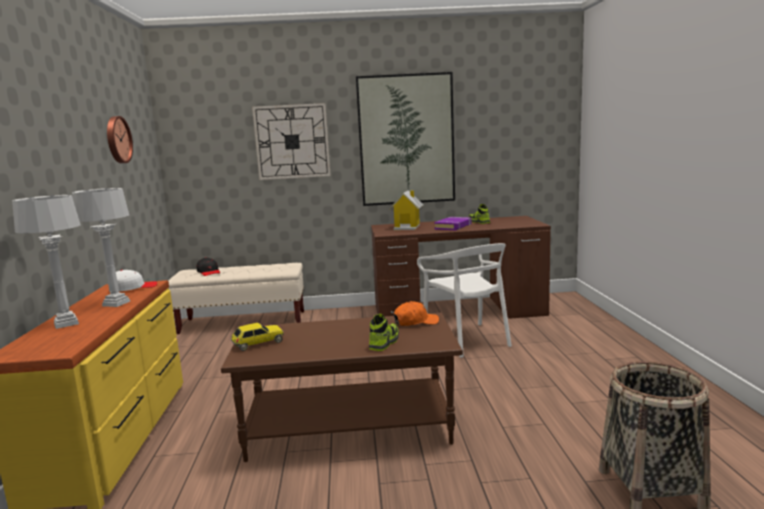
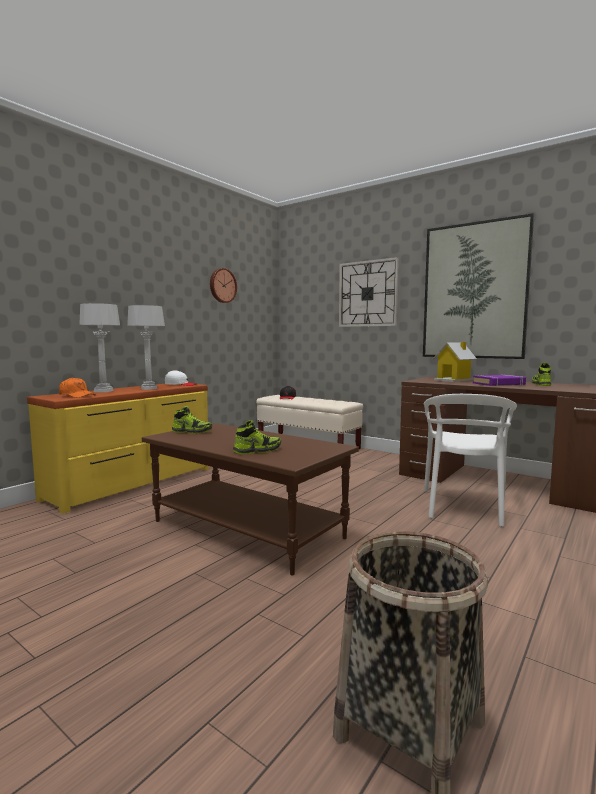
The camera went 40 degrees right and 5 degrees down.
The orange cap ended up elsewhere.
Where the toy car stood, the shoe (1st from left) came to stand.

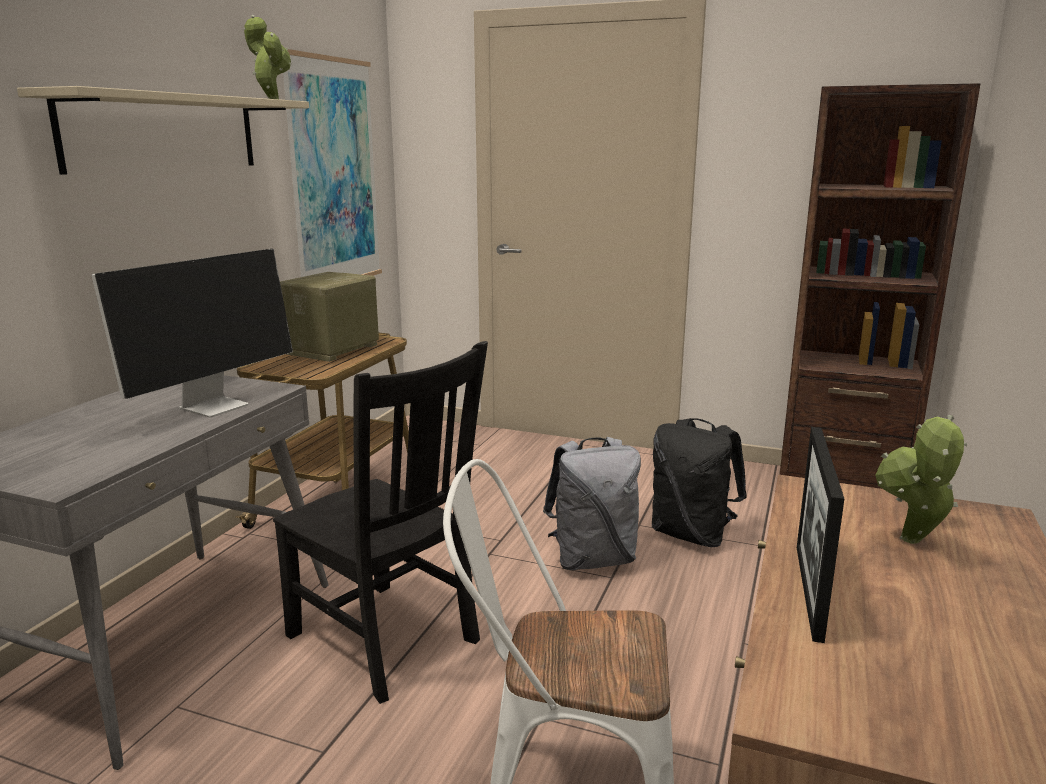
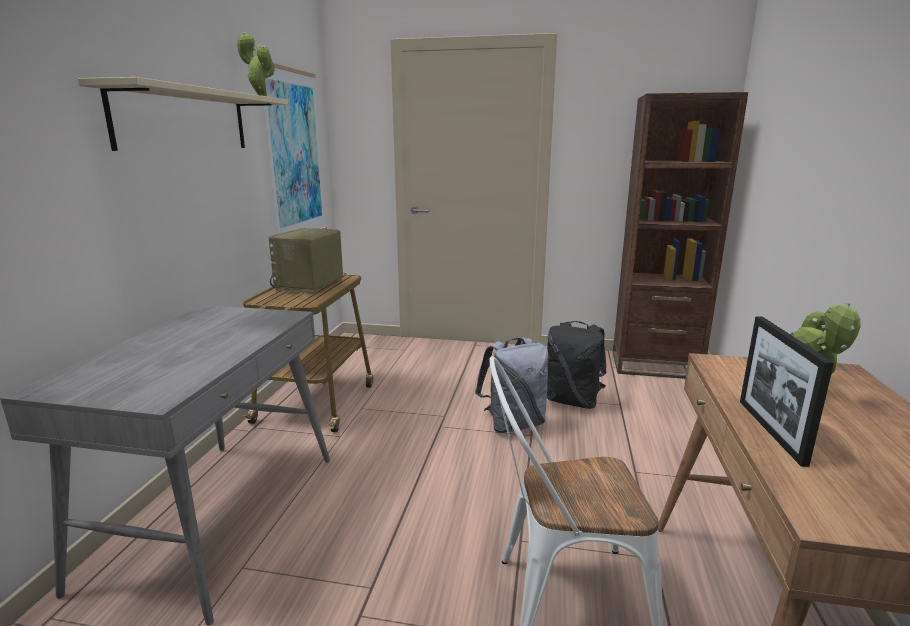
The camera went 10 degrees left and 0 degrees up.
The second view lost the monitor.
The second view lost the black chair.

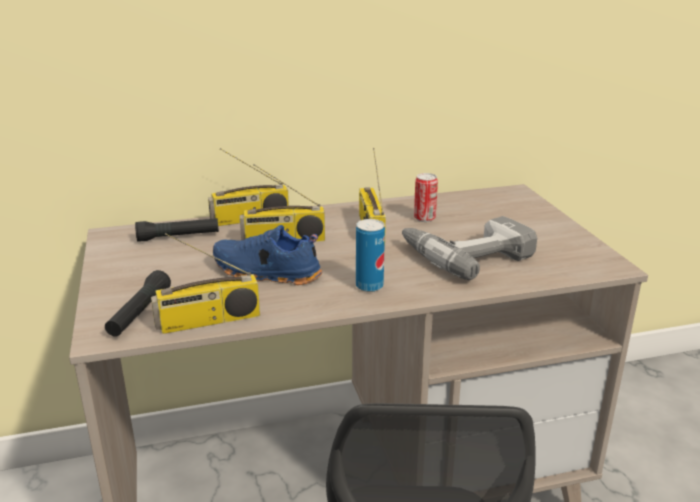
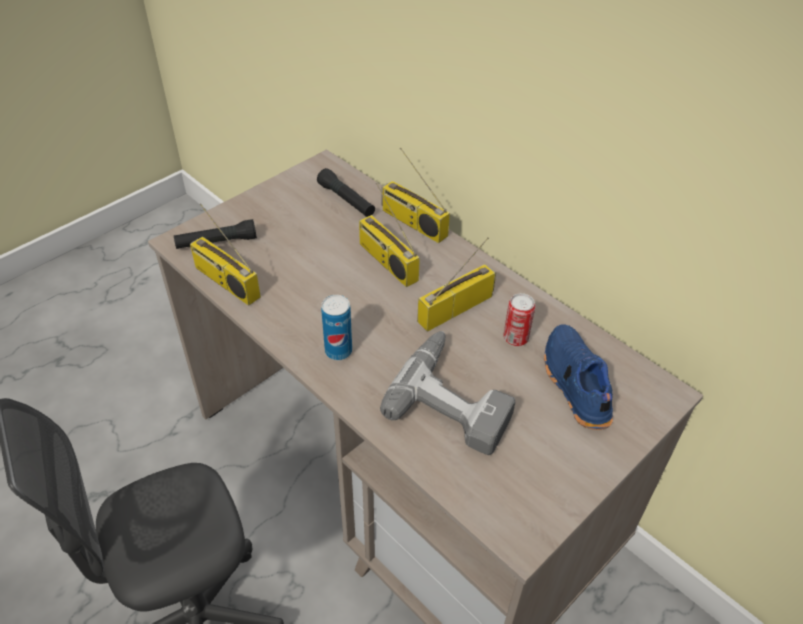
The camera went 60 degrees right and 20 degrees up.
The blue shoe ended up elsewhere.

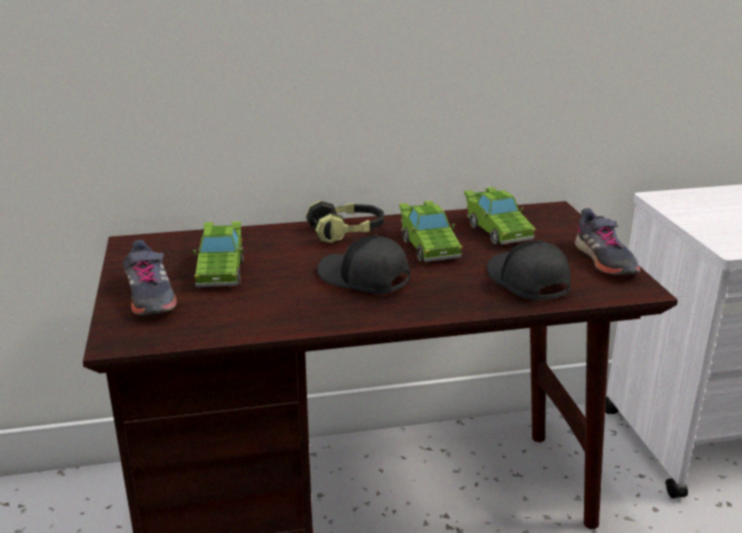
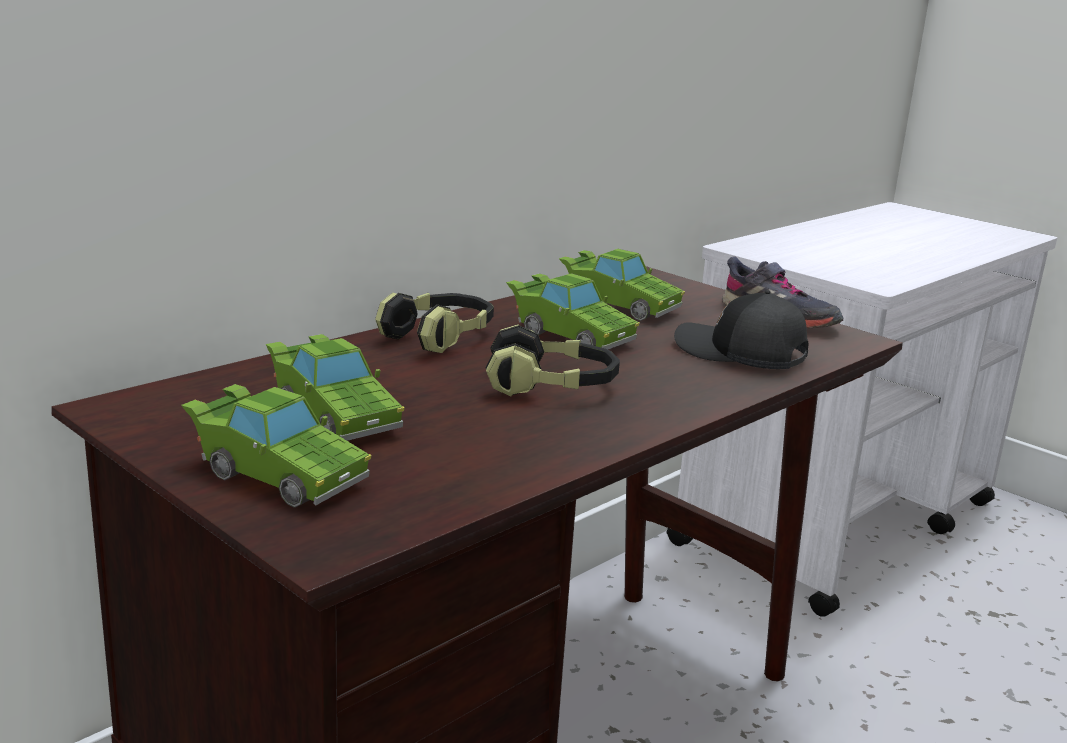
The camera went 35 degrees left and 5 degrees down.
Where the grey shoe (1st from left) stood, the green toy car (1st from left) came to stand.
Where the black cap (1st from left) stood, the headphones (2nd from left) came to stand.

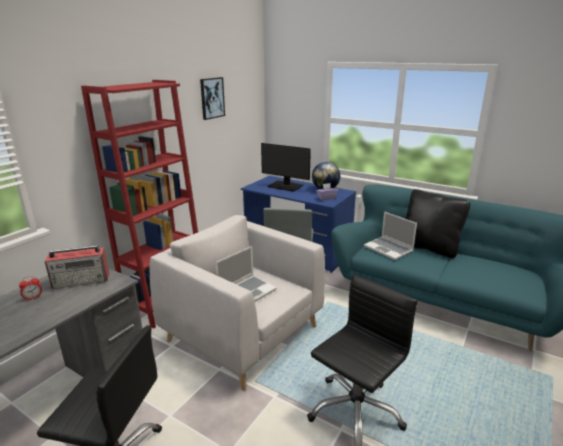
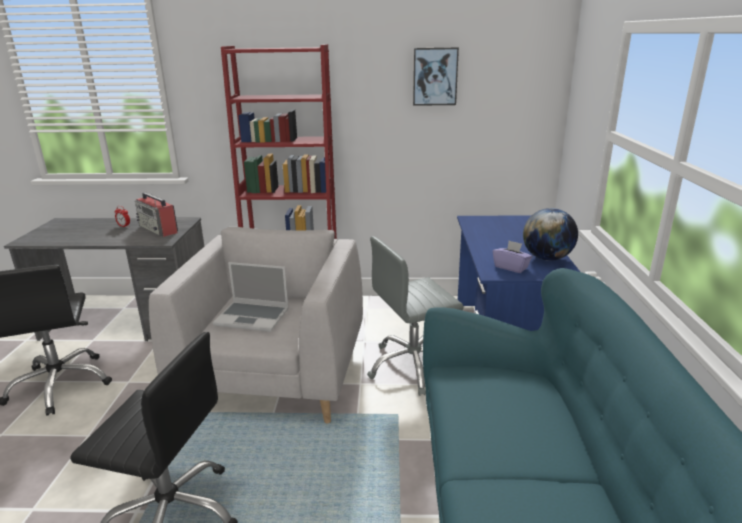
The camera went 60 degrees right and 0 degrees up.
The second view lost the monitor.
The second view lost the laptop (2nd from left).
The second view lost the black pillow.

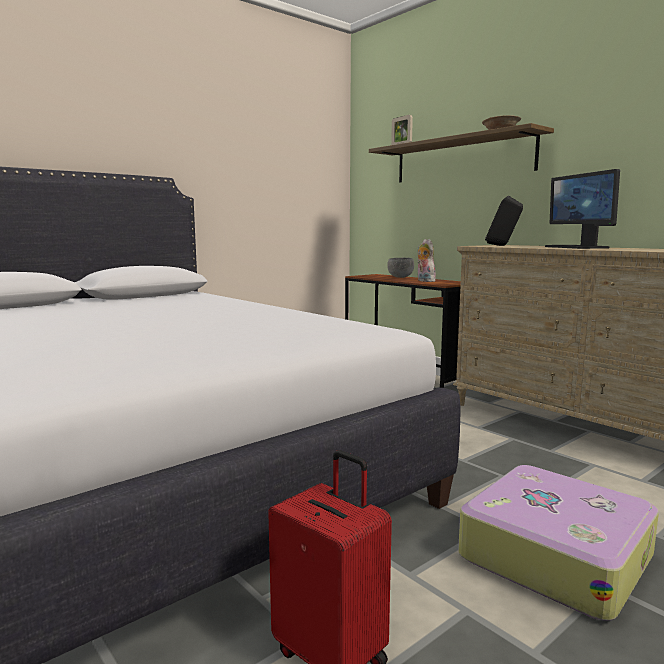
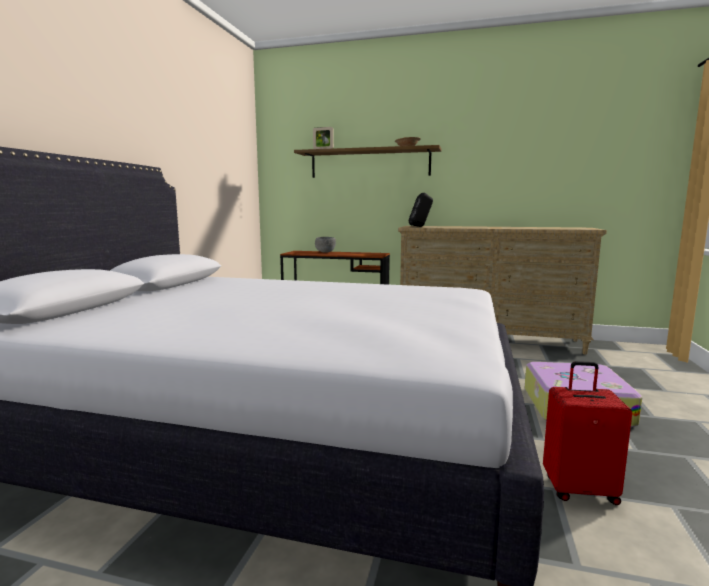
The camera went 35 degrees left and 0 degrees up.
The second view lost the plush toy.
The second view lost the monitor.

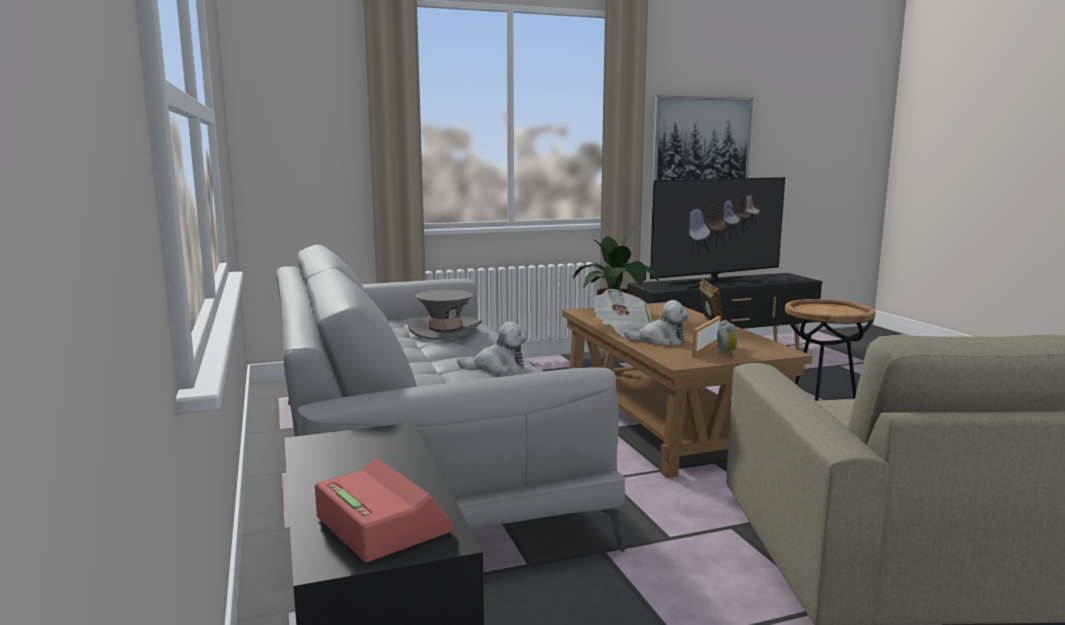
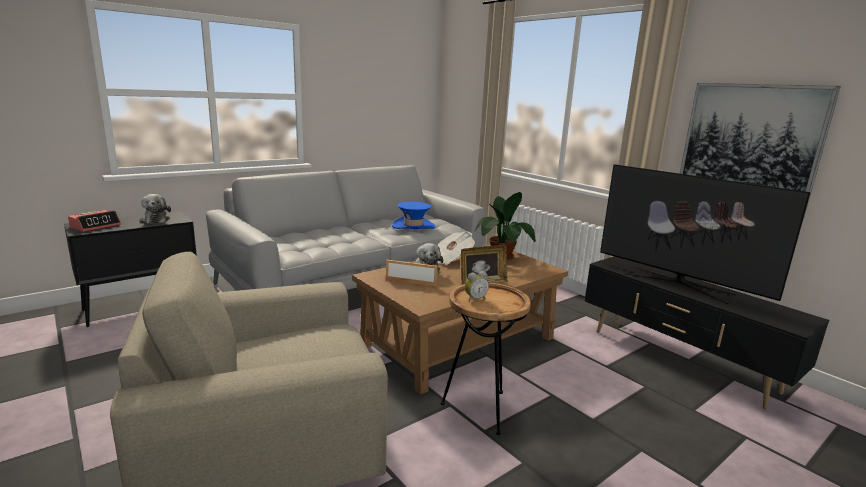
The camera went 70 degrees right and 5 degrees up.
The plush toy (1st from left) ended up elsewhere.
The alarm clock (2nd from left) ended up elsewhere.
What was the grey hat turned into the blue hat.

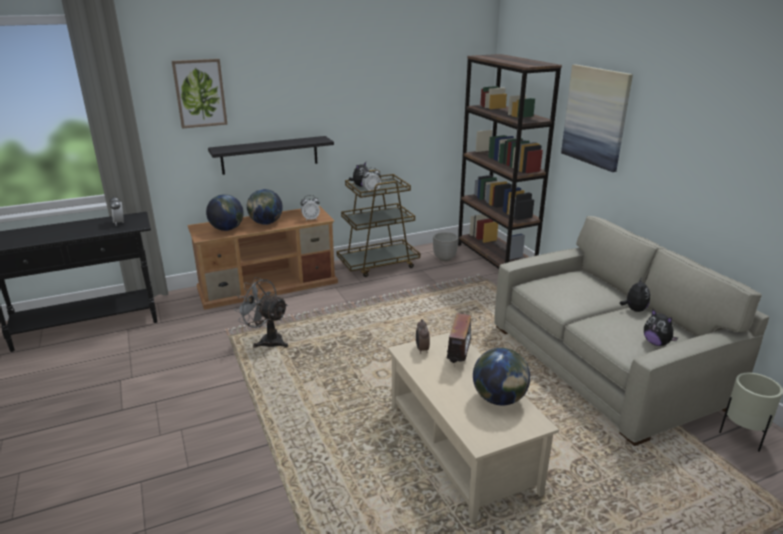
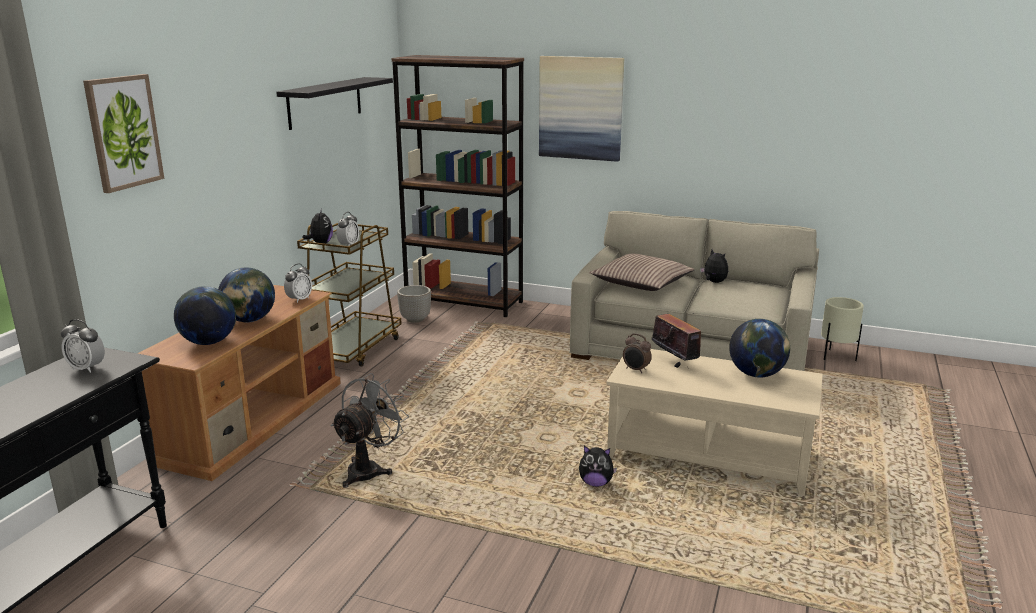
The camera went 45 degrees left and 5 degrees down.
The second view gained the pillow.
The black shelf ended up elsewhere.
The plush toy (3rd from left in the first image) ended up elsewhere.
The grey fan ended up facing another way, 135 degrees clockwise from before.

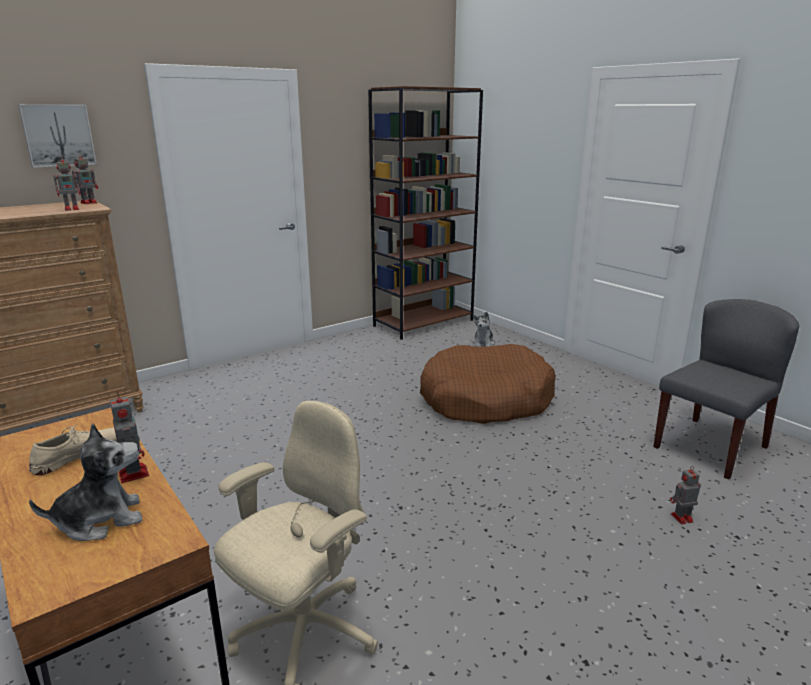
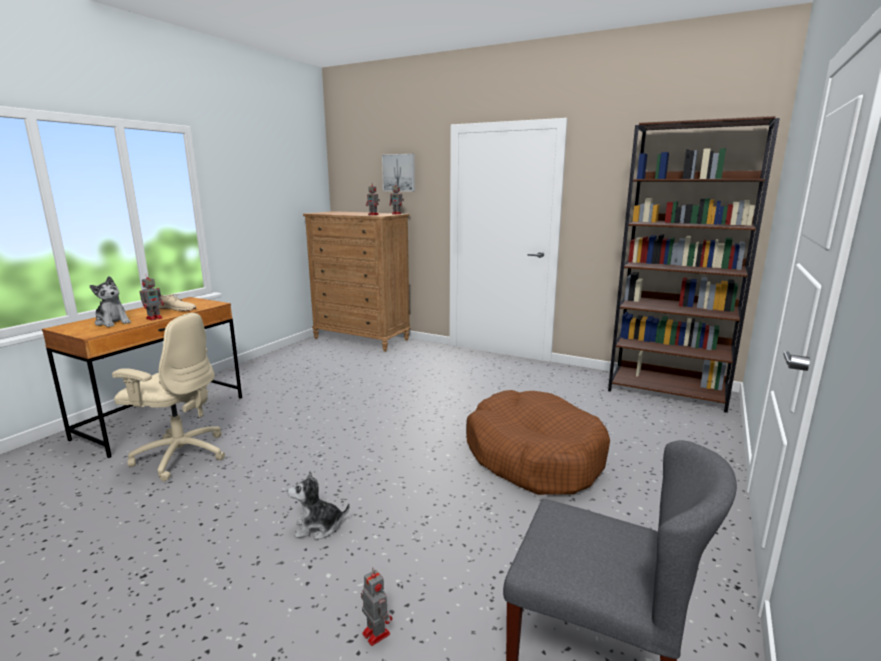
The camera went 65 degrees right and 5 degrees down.
The plush toy (2nd from left) ended up elsewhere.

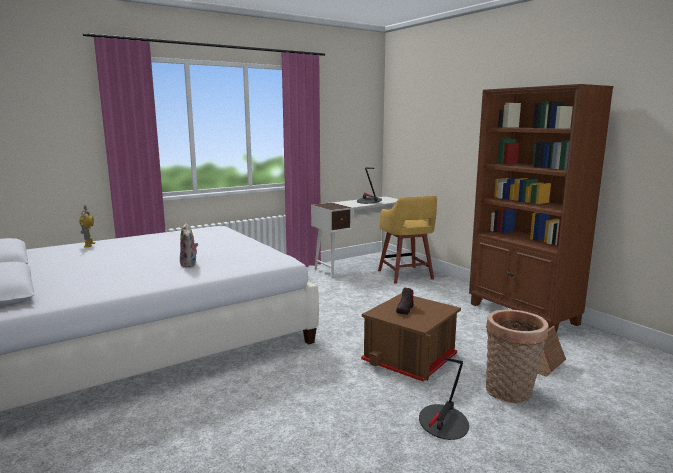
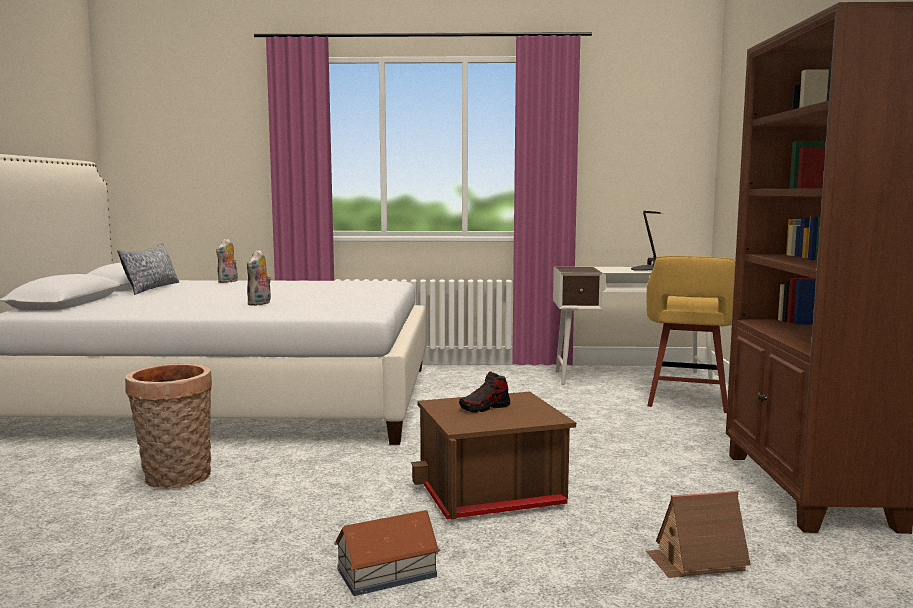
The camera went 35 degrees right and 5 degrees down.
The second view gained the pillow.
The basket ended up elsewhere.
Where the toy robot stood, the plush toy (1st from left) came to stand.
Where the table lamp (2nd from left) stood, the toy house (1st from left) came to stand.

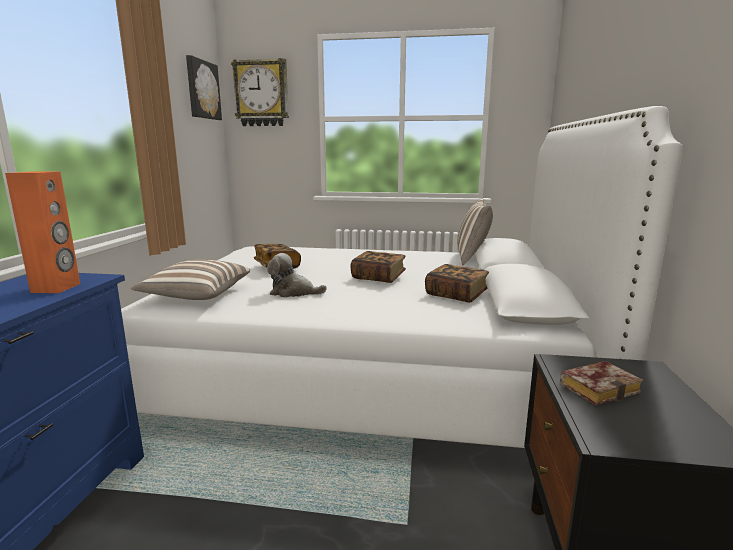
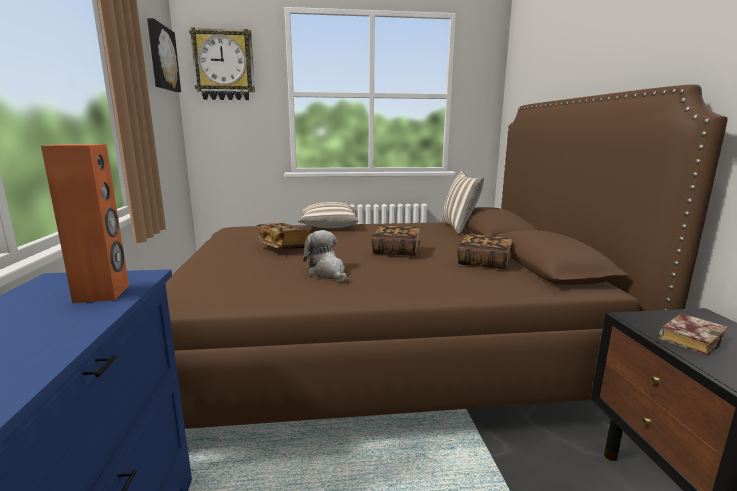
The camera went 15 degrees left and 0 degrees up.
The pillow (1st from left) ended up elsewhere.
What was the white bed turned into the brown bed.
The plush toy ended up facing another way, 60 degrees clockwise from before.

